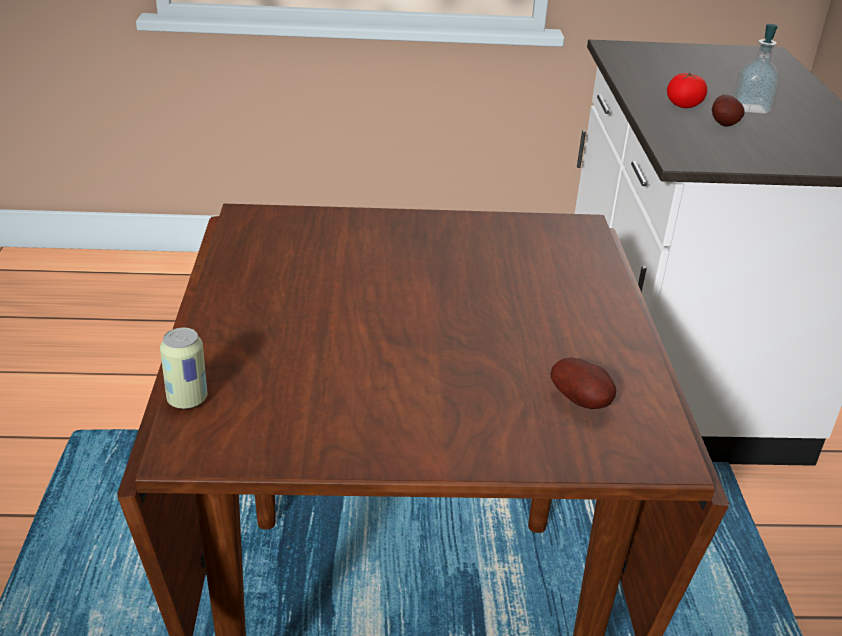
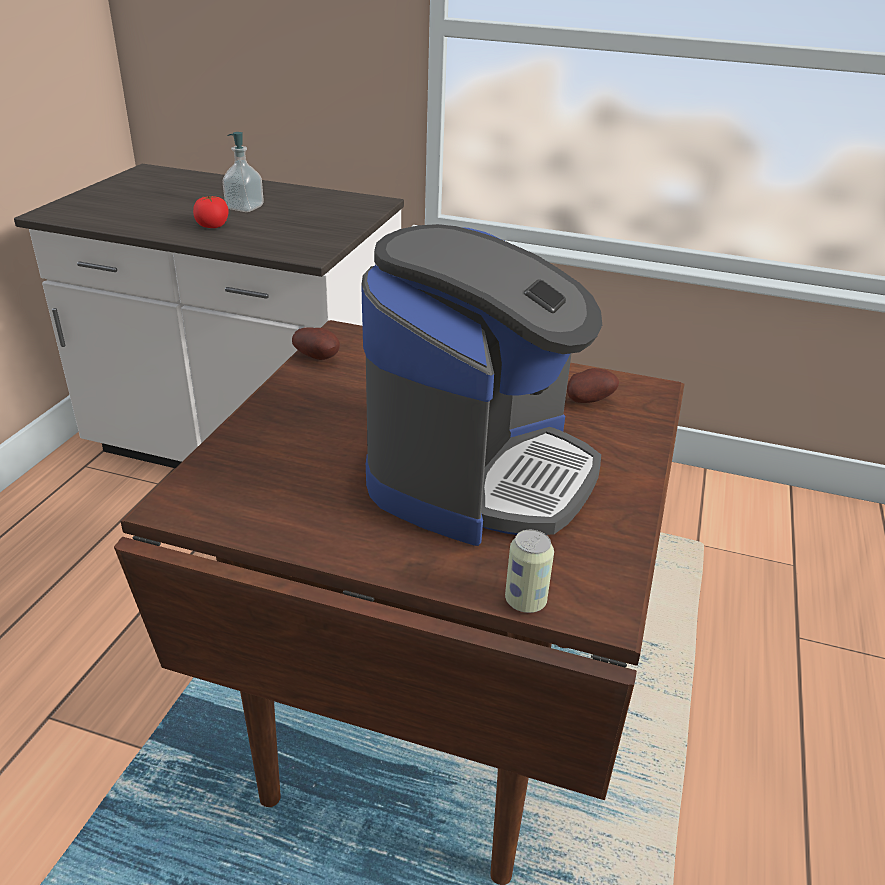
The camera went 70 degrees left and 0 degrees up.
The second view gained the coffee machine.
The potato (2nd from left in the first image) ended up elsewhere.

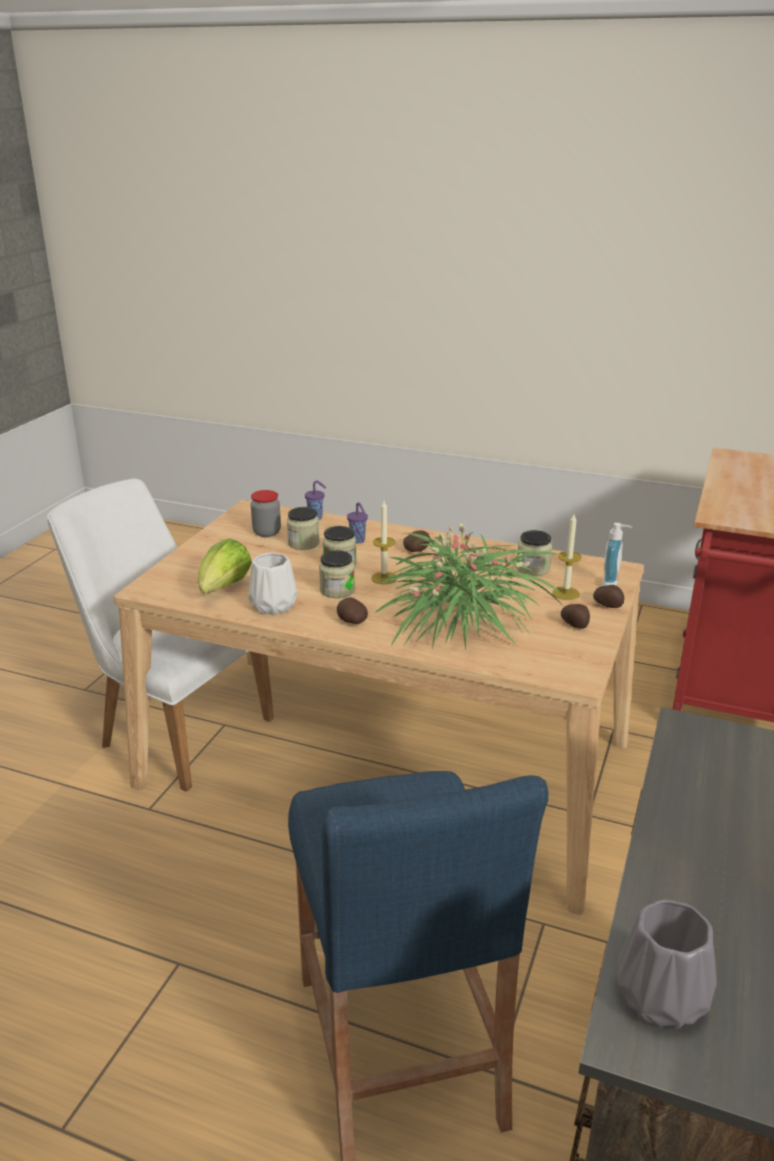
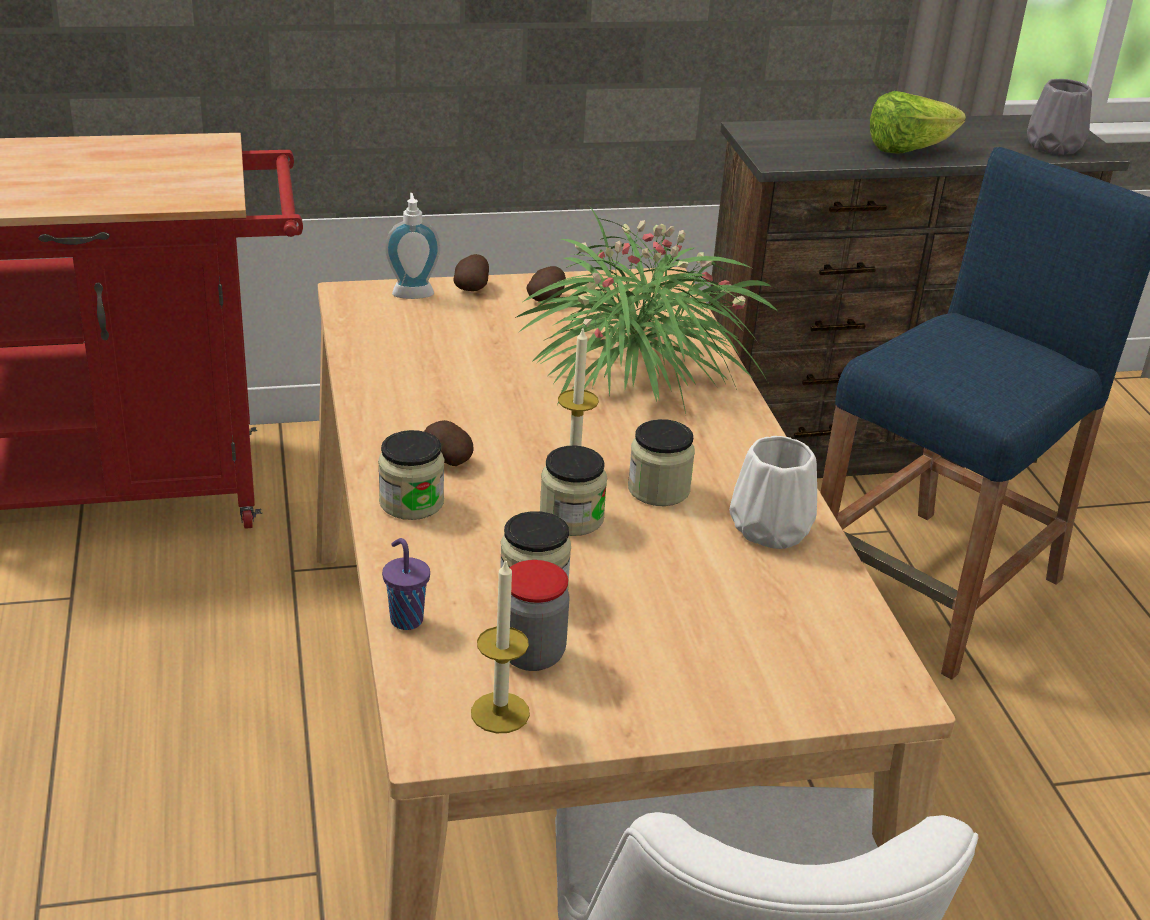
The camera went 125 degrees left and 5 degrees up.
The second view lost the potato (1st from left).
The second view lost the purple cup (2nd from left).
The lettuce ended up elsewhere.
The jar (5th from left in the first image) ended up elsewhere.
The candle (2nd from left in the first image) ended up elsewhere.

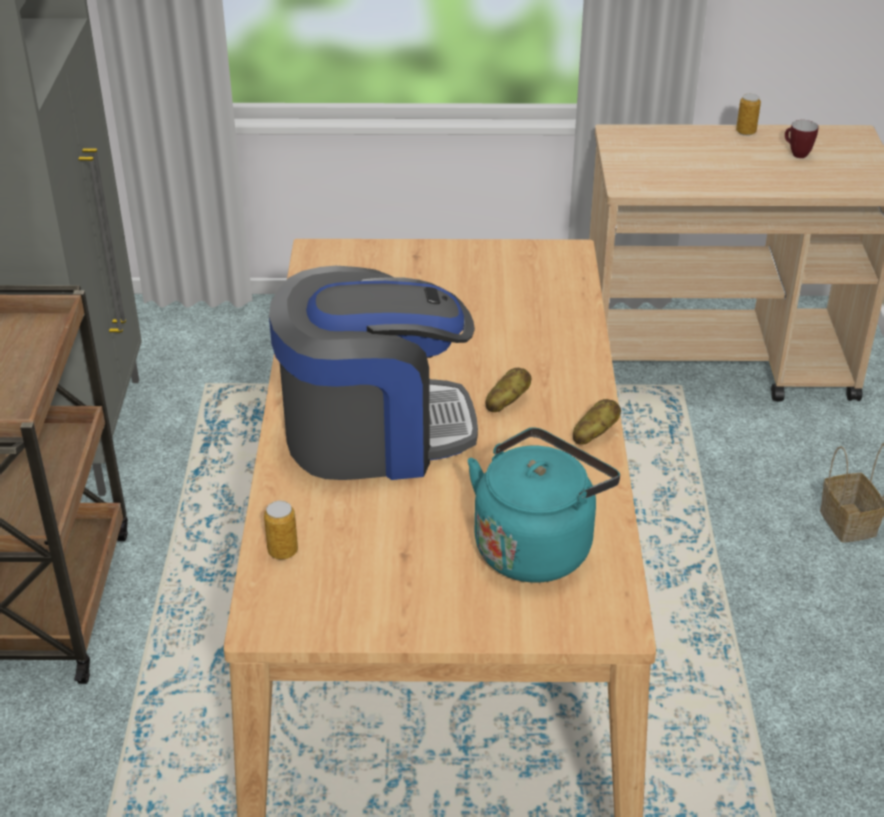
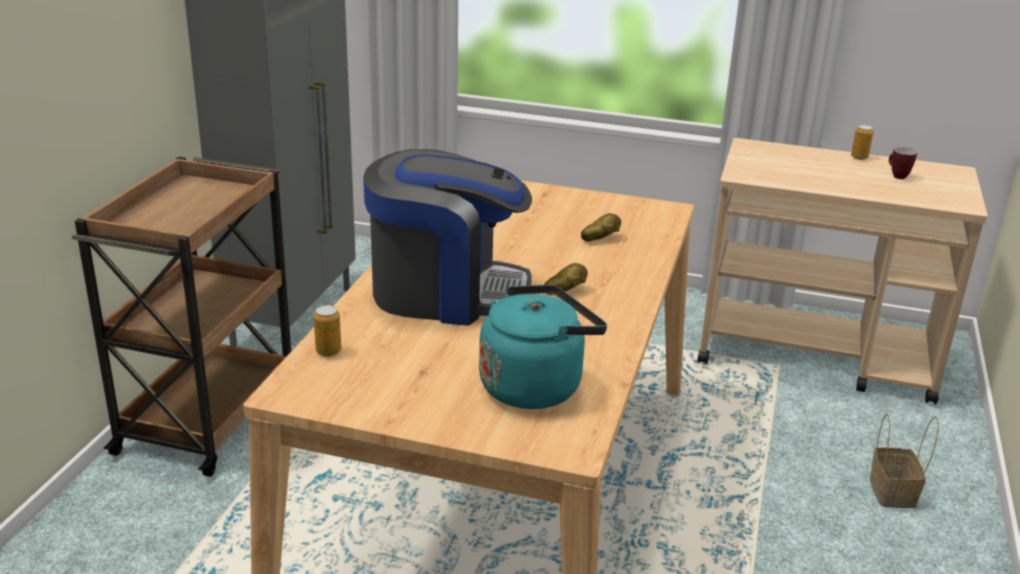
The camera went 15 degrees right and 10 degrees down.
The potato (2nd from left) ended up elsewhere.

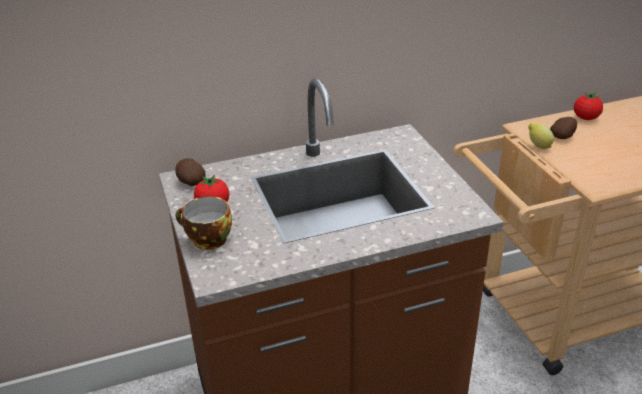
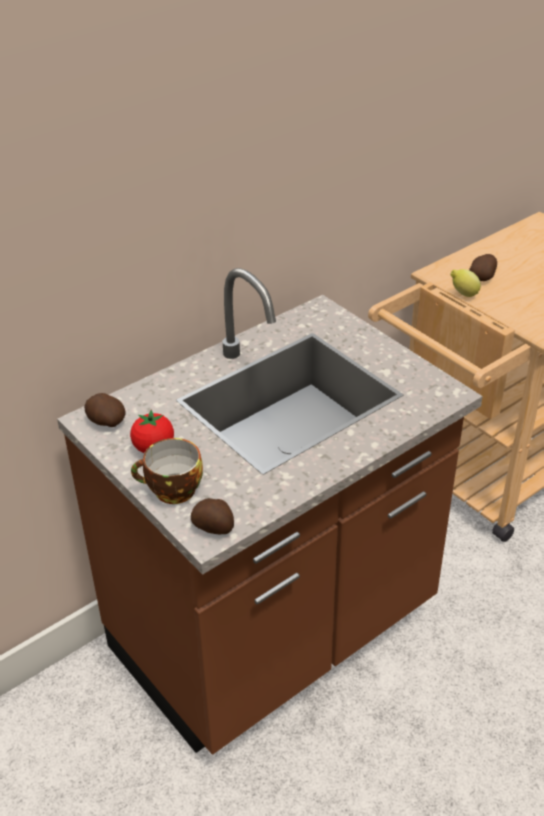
The camera went 20 degrees left and 5 degrees up.
The second view lost the tomato (2nd from left).
The second view gained the potato (2nd from left).

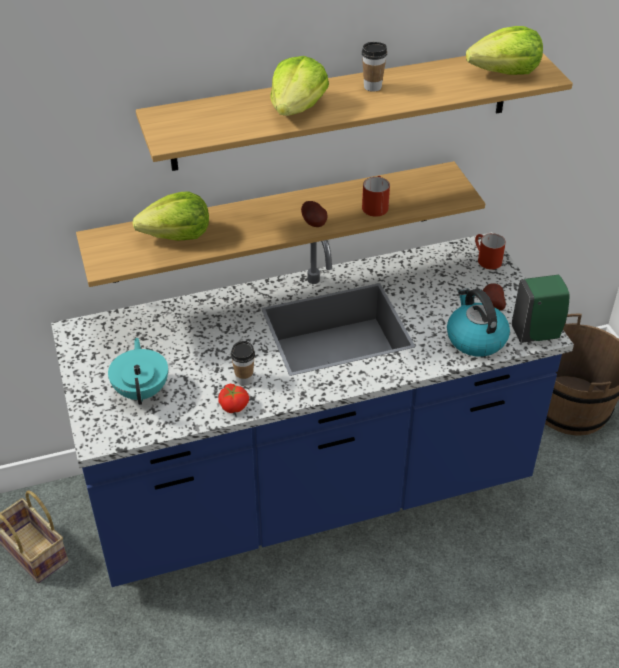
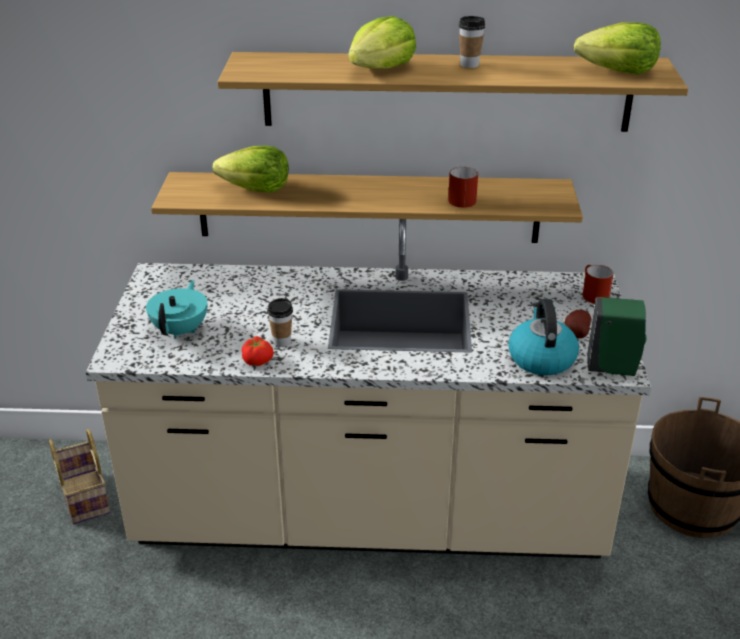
The camera went 20 degrees right and 10 degrees down.
The second view lost the potato (1st from left).
What was the blue counter turned into the beige counter.

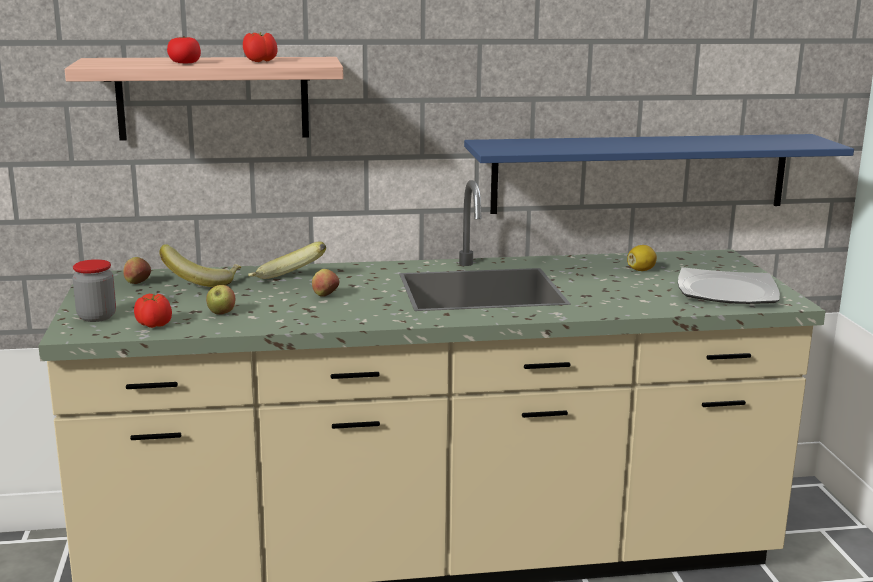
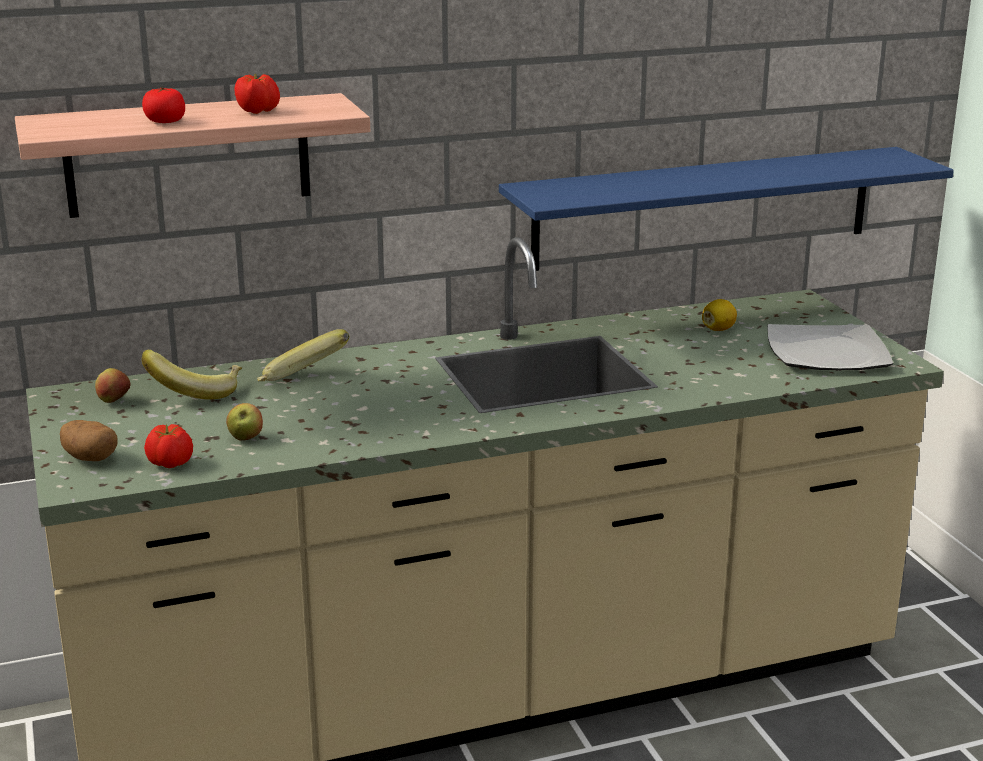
The camera went 10 degrees left and 5 degrees up.
The second view lost the apple (3rd from left).
Where the jar stood, the potato came to stand.

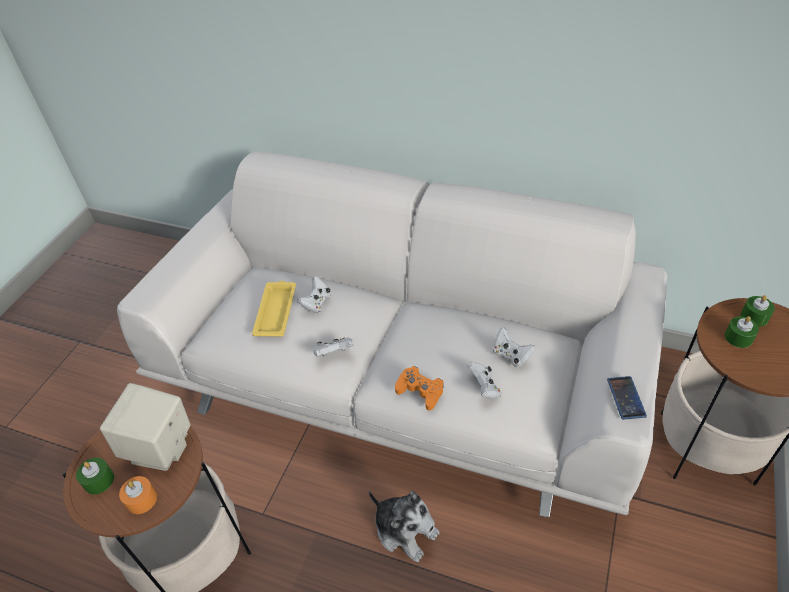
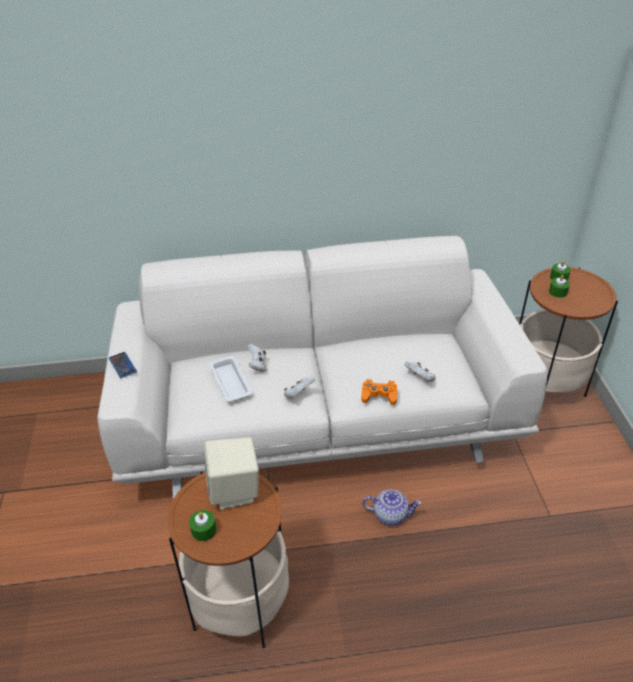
The camera went 30 degrees left and 5 degrees down.
The second view lost the orange candle.
The second view lost the white game controller (4th from left).
The phone ended up elsewhere.
Where the plush toy stood, the teapot came to stand.
What was the yellow tray turned into the white tray.

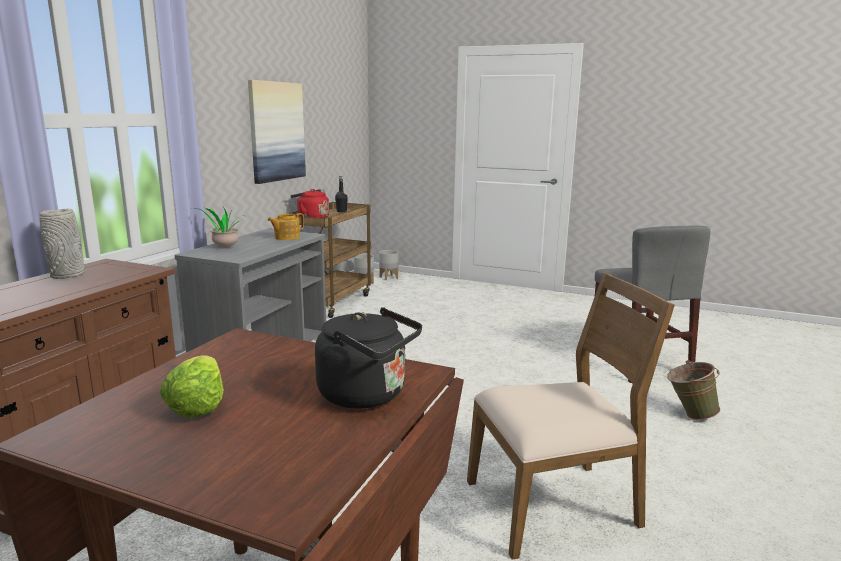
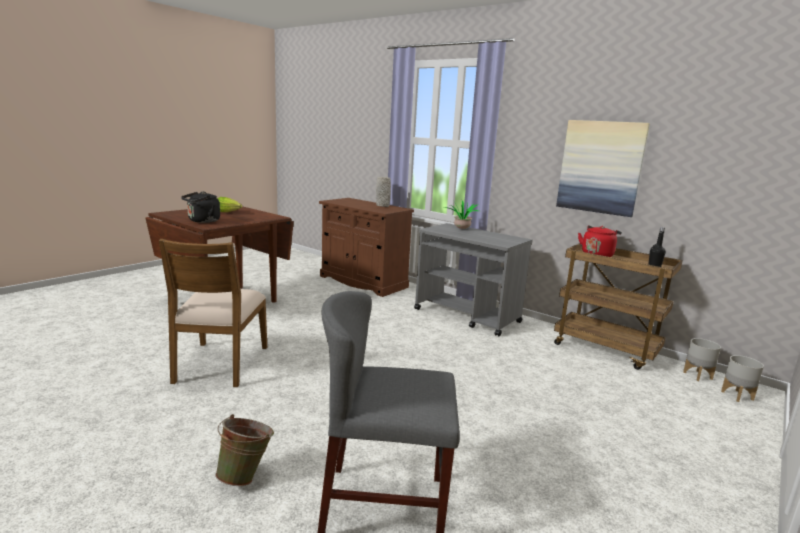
The camera went 105 degrees right and 0 degrees up.
The second view lost the teapot.

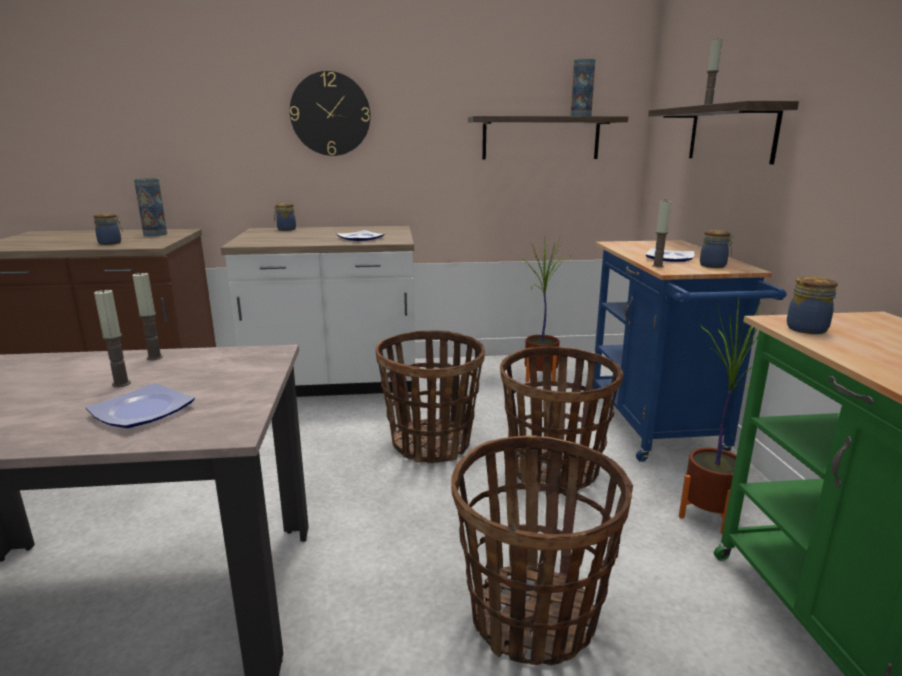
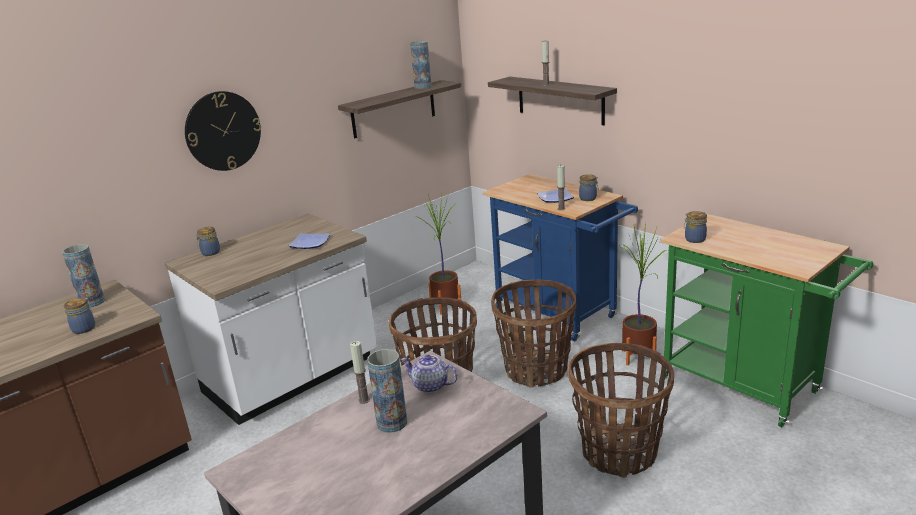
The camera went 35 degrees left and 5 degrees up.
The second view lost the plate (1st from left).
The second view gained the teapot.
Where the candle (1st from left) stood, the vase (2nd from left) came to stand.

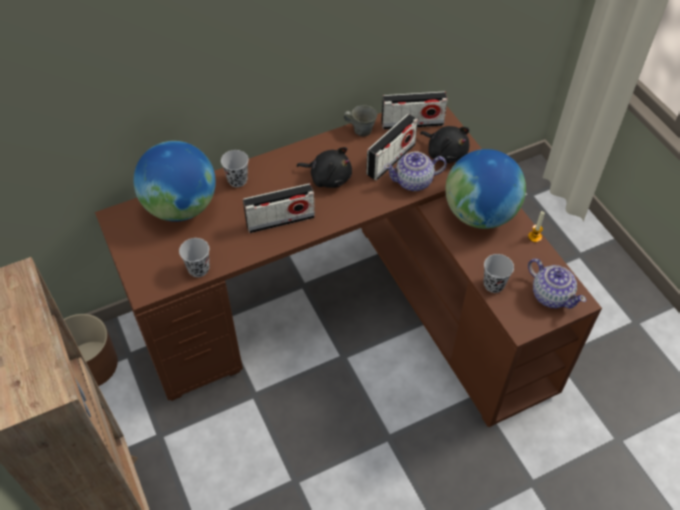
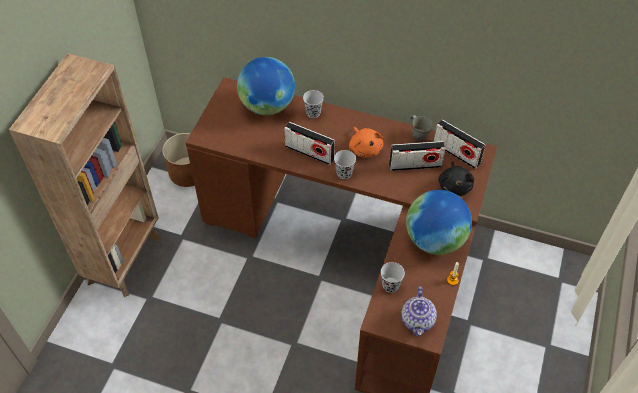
The camera went 45 degrees right and 0 degrees up.
The second view lost the teapot (1st from left).
The black cup (1st from left in the first image) ended up elsewhere.
What was the black plush toy (1st from left) turned into the orange plush toy.

